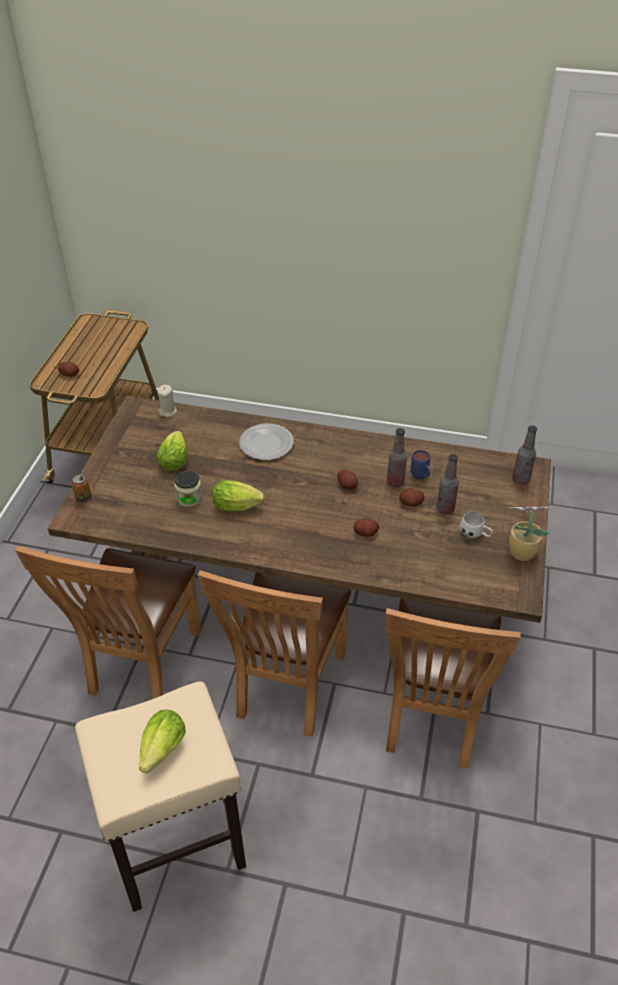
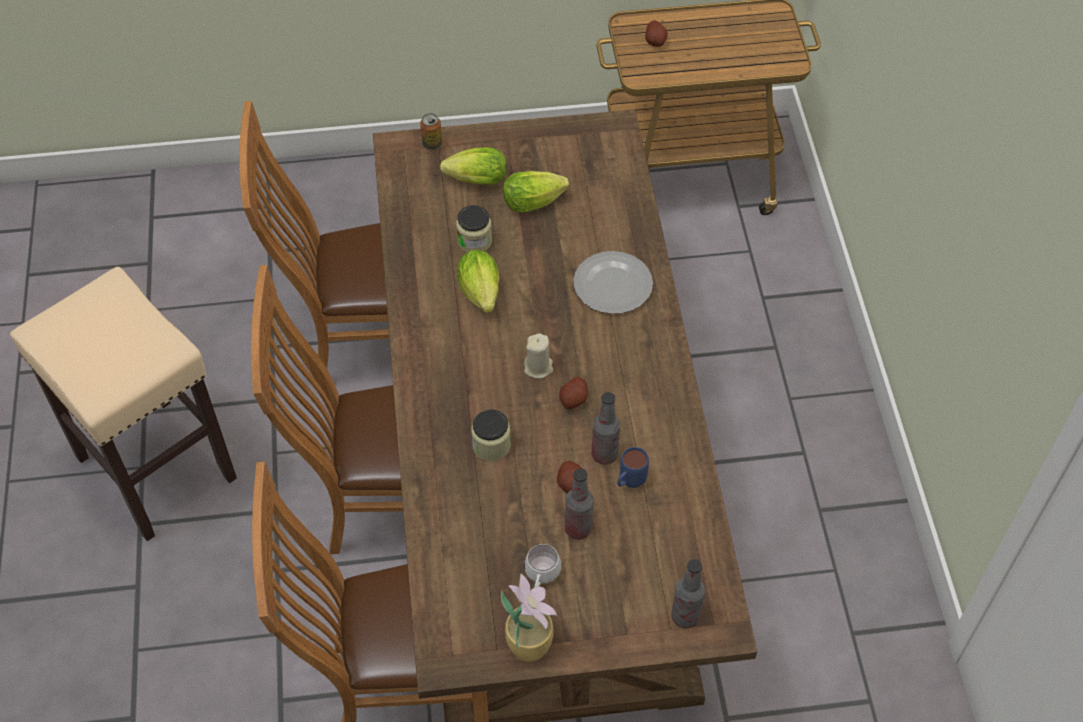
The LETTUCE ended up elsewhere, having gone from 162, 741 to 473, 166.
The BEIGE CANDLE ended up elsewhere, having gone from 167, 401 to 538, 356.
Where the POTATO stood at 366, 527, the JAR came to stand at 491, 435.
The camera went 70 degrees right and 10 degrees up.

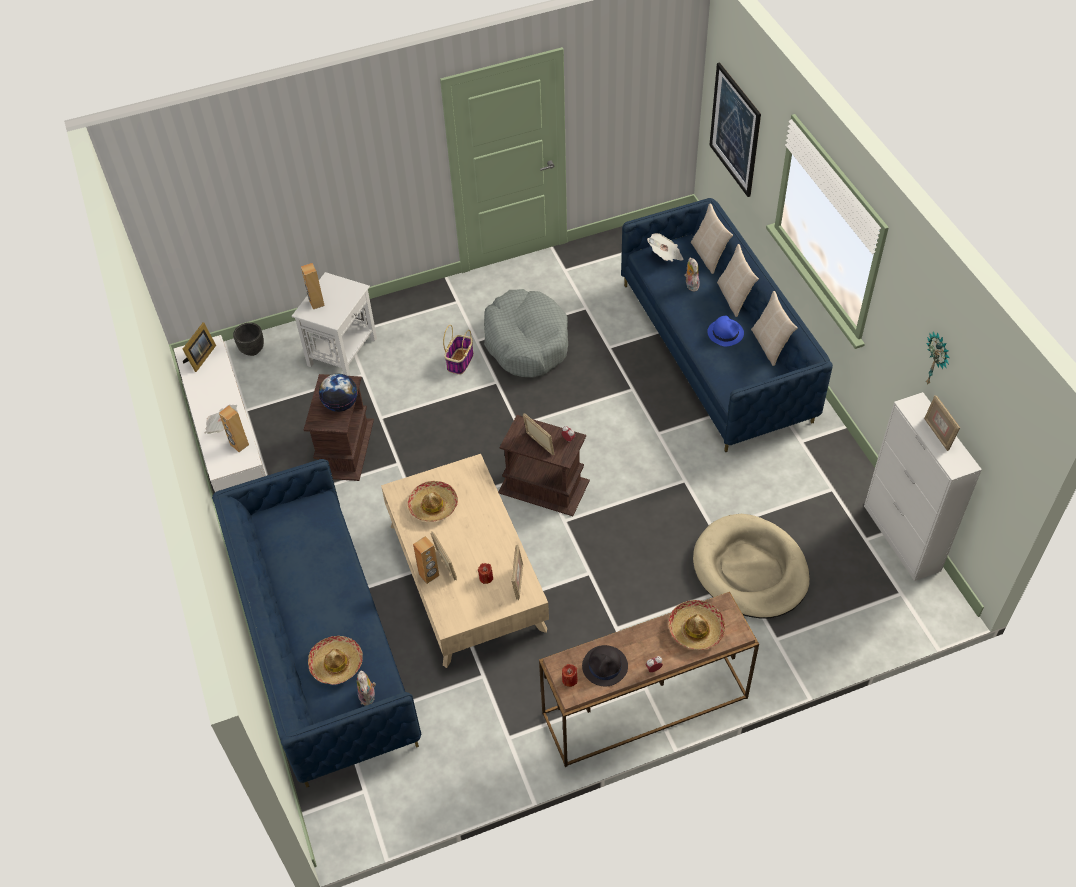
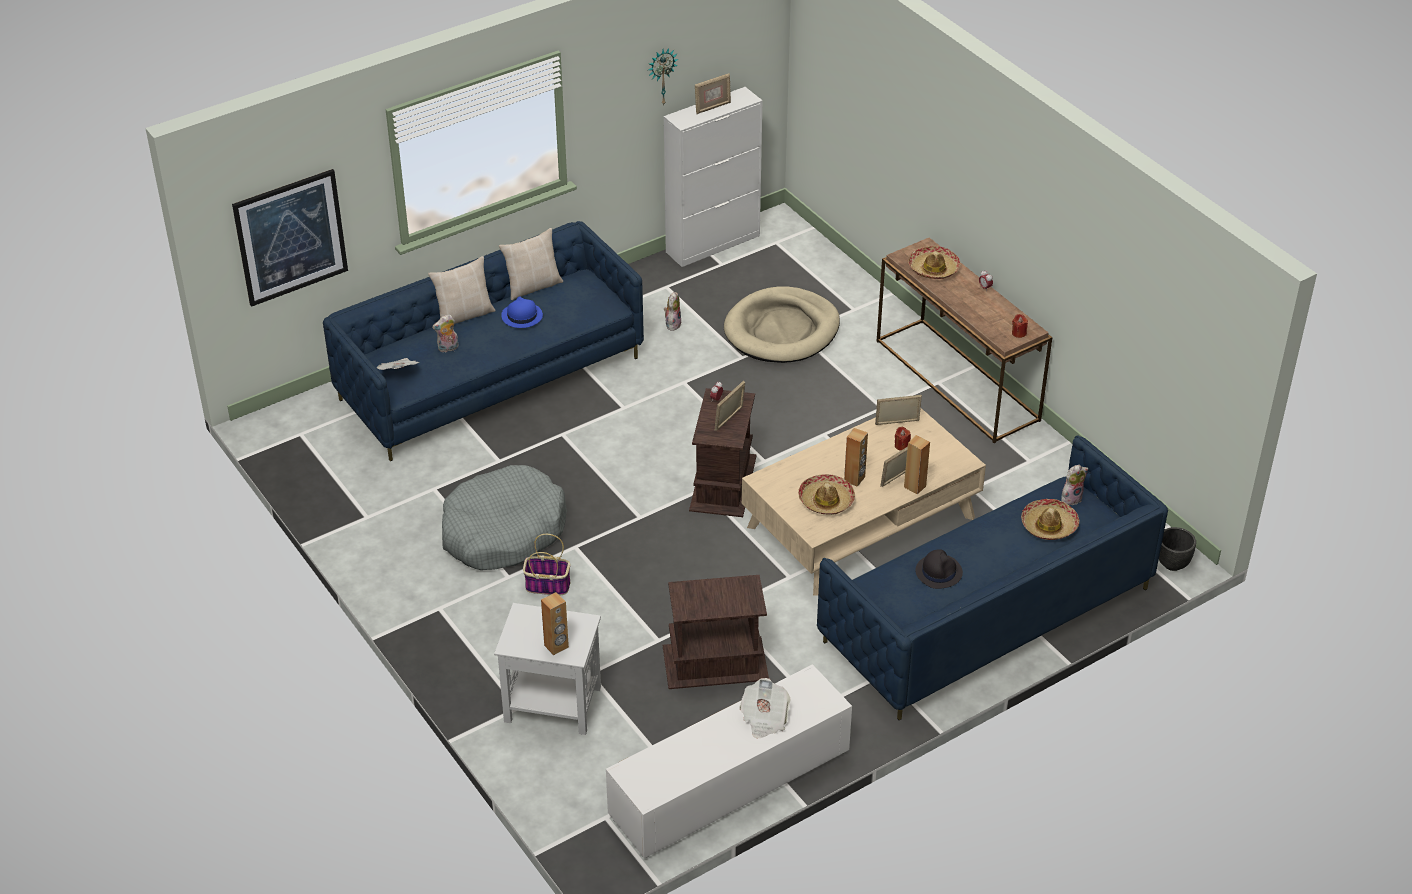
The second view lost the PICTURE FRAME at 199, 347.
The BROWN SPEAKER ended up elsewhere, having gone from 234, 429 to 856, 457.
The BLACK PLANTER ended up elsewhere, having gone from 248, 339 to 1177, 549.
The second view lost the GLOBE at 338, 393.
The BLACK HAT ended up elsewhere, having gone from 605, 665 to 939, 569.
The second view lost the BEIGE PILLOW at 712, 238.
The second view gained the PLUSH TOY at 673, 311.
The camera went 105 degrees left and 10 degrees down.

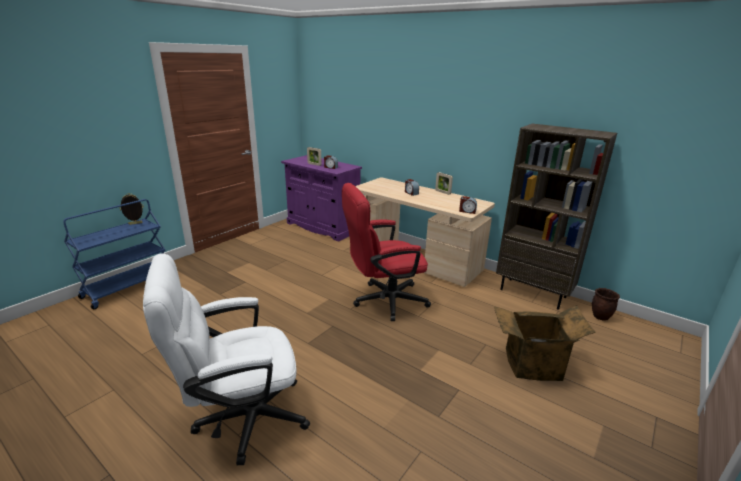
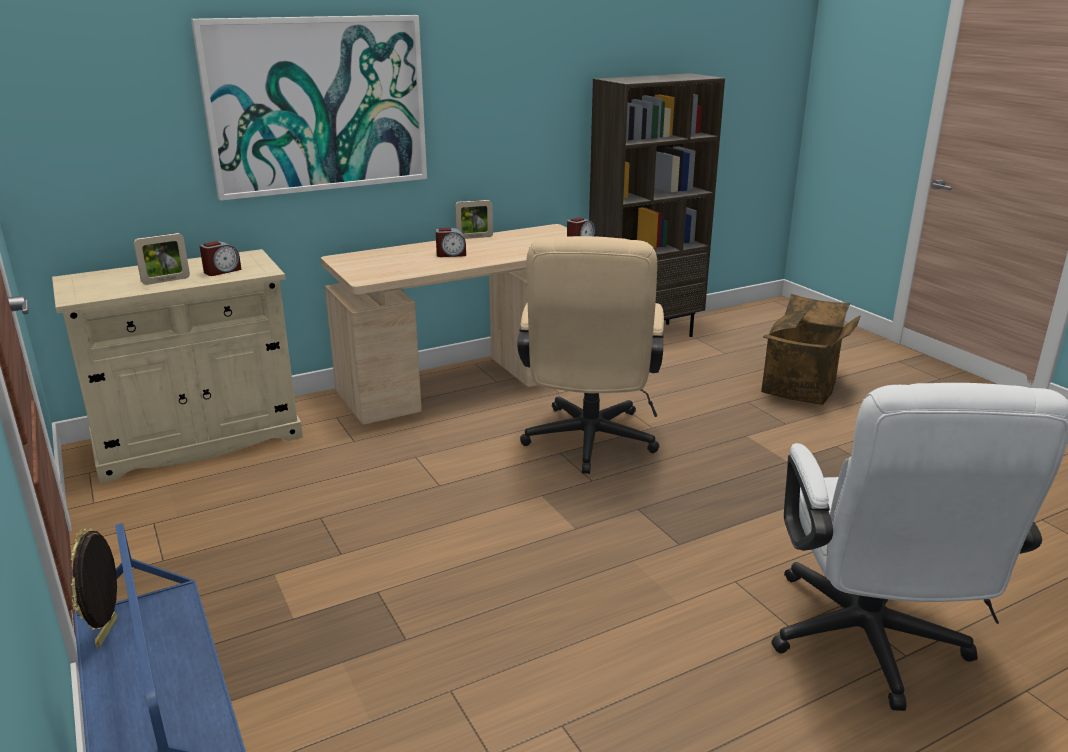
What was the PURPLE CABINET at 321, 198 turned into the BEIGE CABINET at 177, 366.
What was the RED OFFICE CHAIR at 386, 252 turned into the BEIGE OFFICE CHAIR at 590, 355.
The second view lost the BROWN PLANTER at 606, 304.
The second view gained the PICTURE at 309, 108.
The camera went 65 degrees left and 0 degrees up.

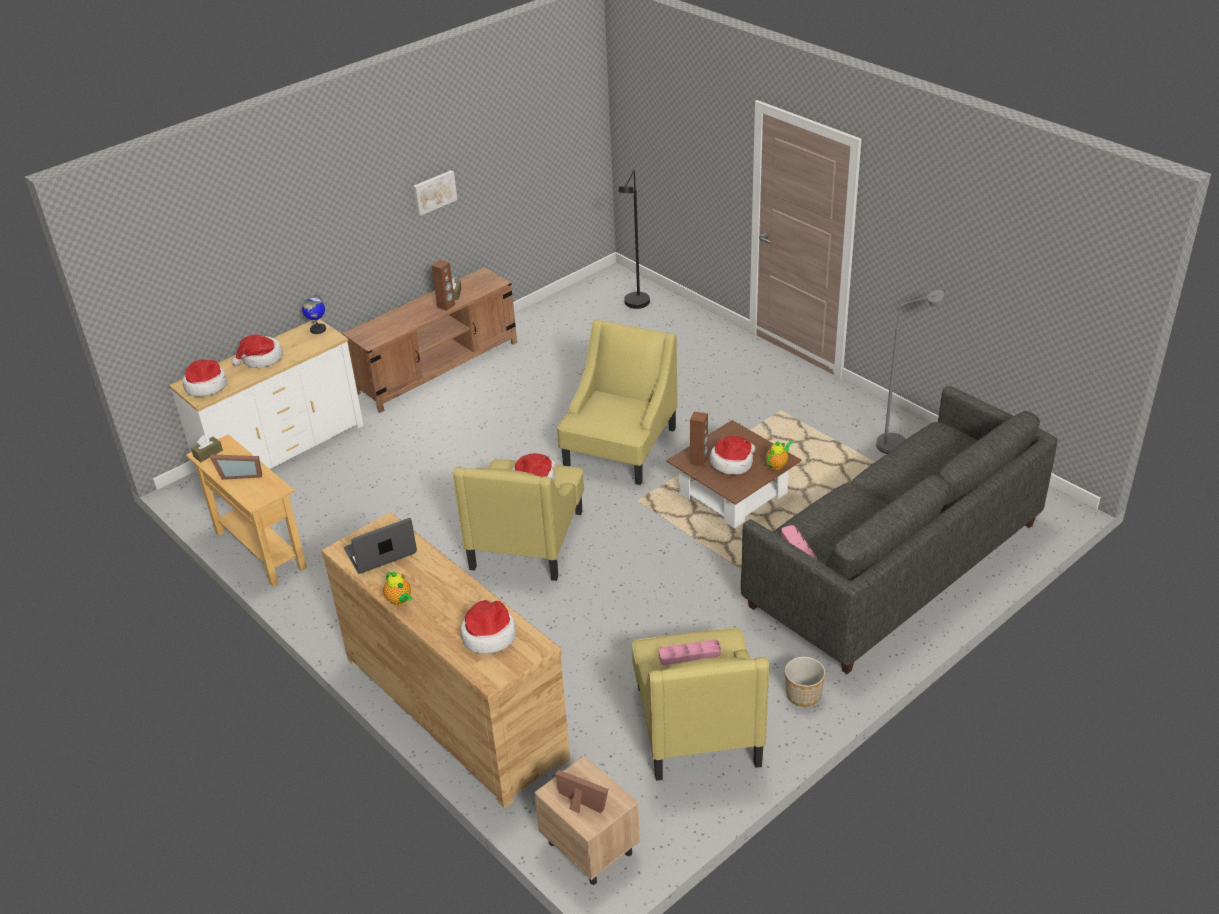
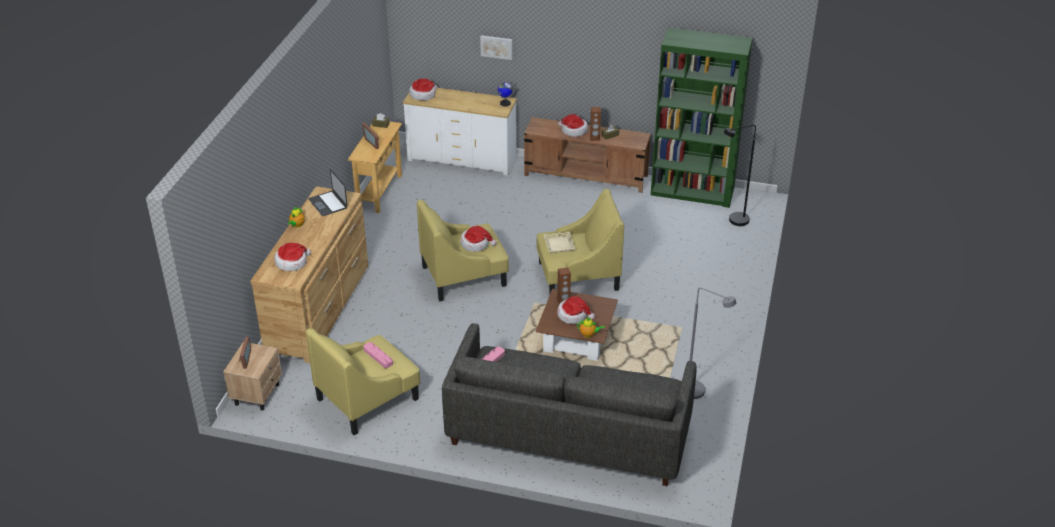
The HAT ended up elsewhere, having gone from 257, 351 to 573, 125.
The LAPTOP at 380, 545 ended up facing another way, 150 degrees counterclockwise from before.
The PICTURE ended up elsewhere, having gone from 435, 193 to 496, 47.
The second view lost the PLANTER at 805, 682.
The second view gained the BEIGE TRAY at 559, 242.
The second view gained the GREEN BOOKCASE at 702, 117.
The camera went 55 degrees right and 0 degrees up.

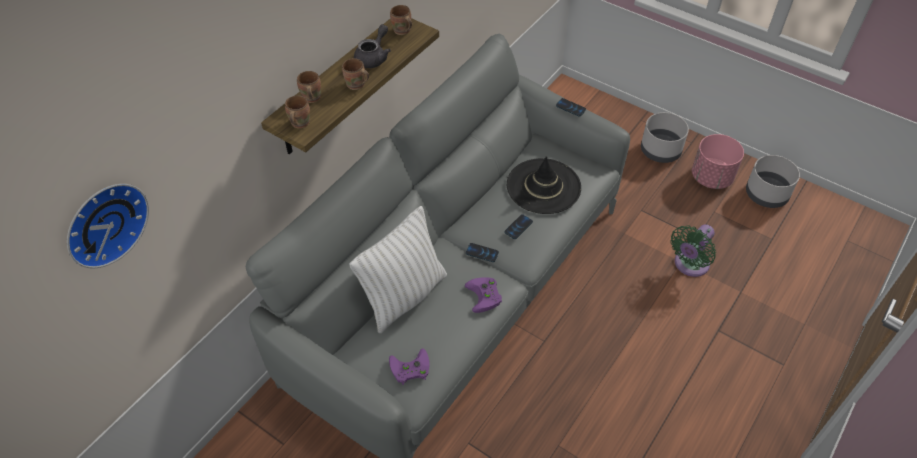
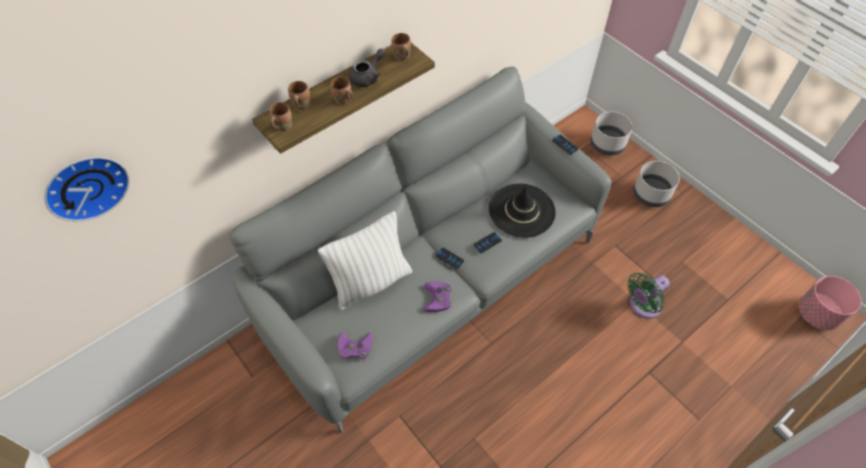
The PINK PLANTER ended up elsewhere, having gone from 718, 161 to 830, 303.
The GREY PLANTER ended up elsewhere, having gone from 773, 181 to 612, 134.
The camera went 15 degrees right and 5 degrees up.

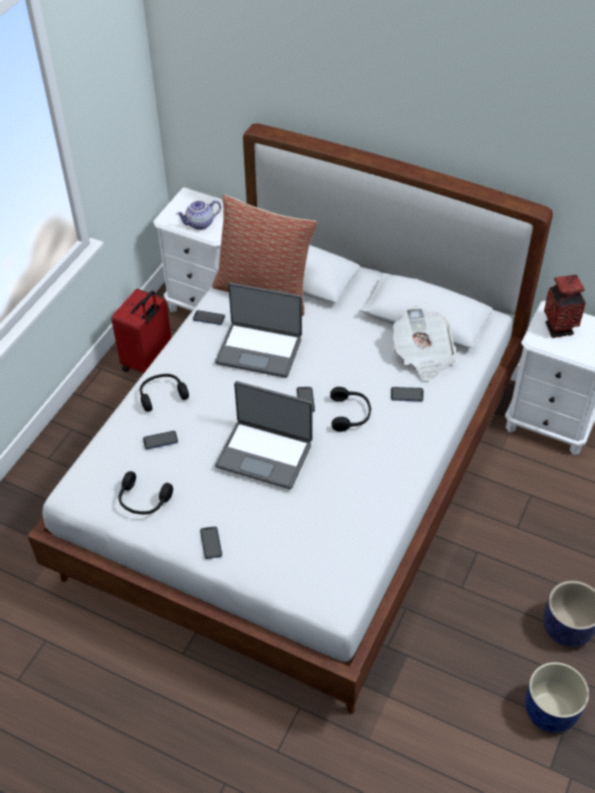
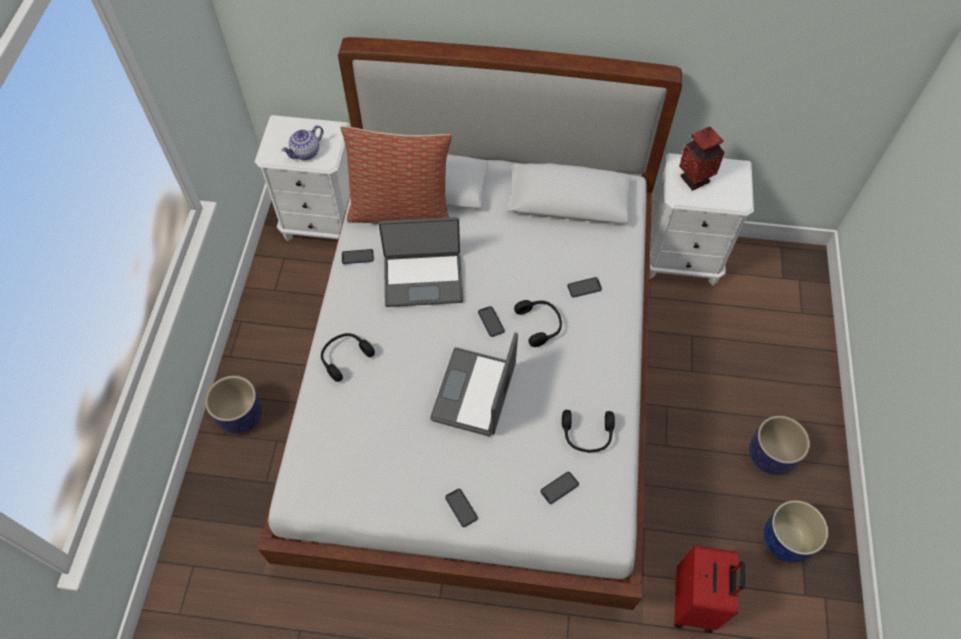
The RED SUITCASE ended up elsewhere, having gone from 141, 331 to 709, 589.
The BLACK HEADPHONES ended up elsewhere, having gone from 145, 492 to 588, 431.
The PHONE ended up elsewhere, having gone from 160, 440 to 559, 488.
The LAPTOP at 264, 435 ended up facing another way, 105 degrees clockwise from before.
The second view lost the NEWSPAPER at 424, 344.
The second view gained the PLANTER at 233, 405.
The camera went 20 degrees left and 10 degrees up.

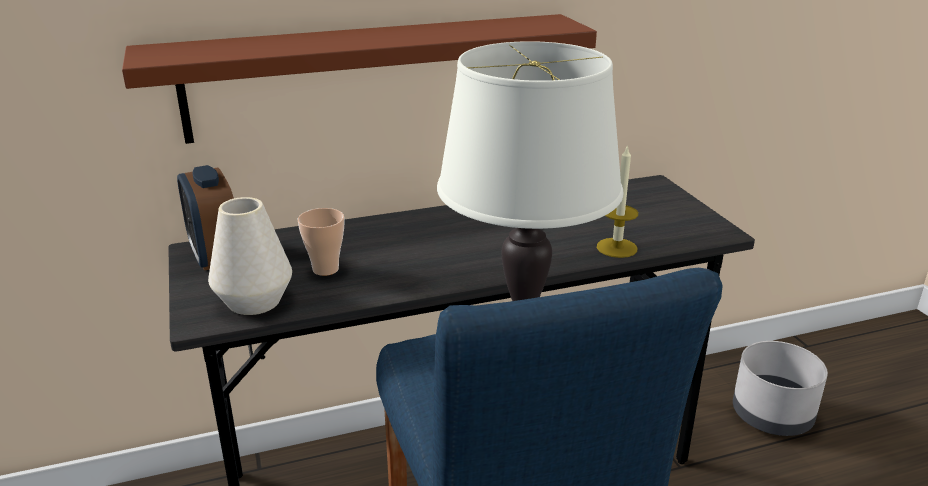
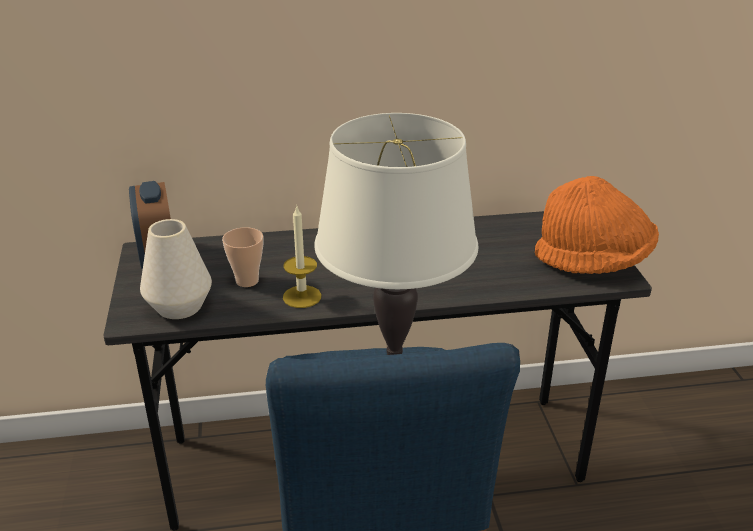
The second view lost the BROWN SHELF at 359, 79.
The CANDLE ended up elsewhere, having gone from 617, 201 to 302, 256.
The second view lost the GREY PLANTER at 780, 388.
The second view gained the ORANGE HAT at 597, 225.
The camera went 10 degrees right and 5 degrees up.

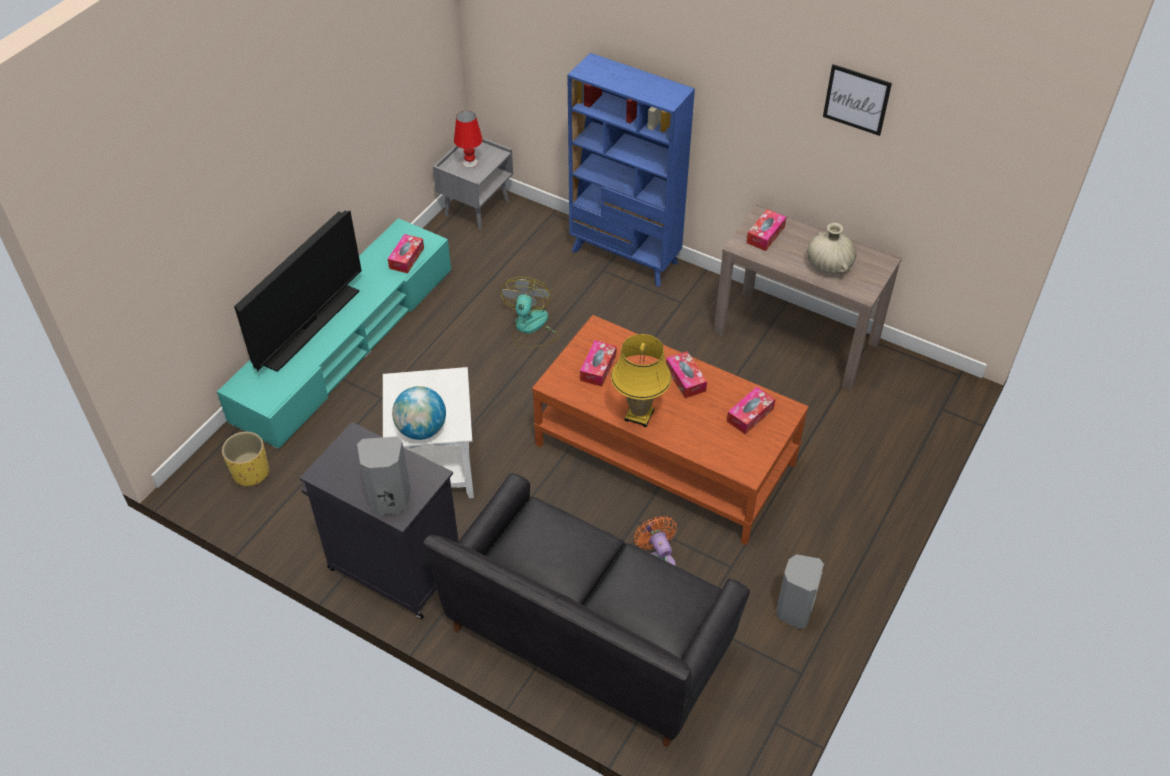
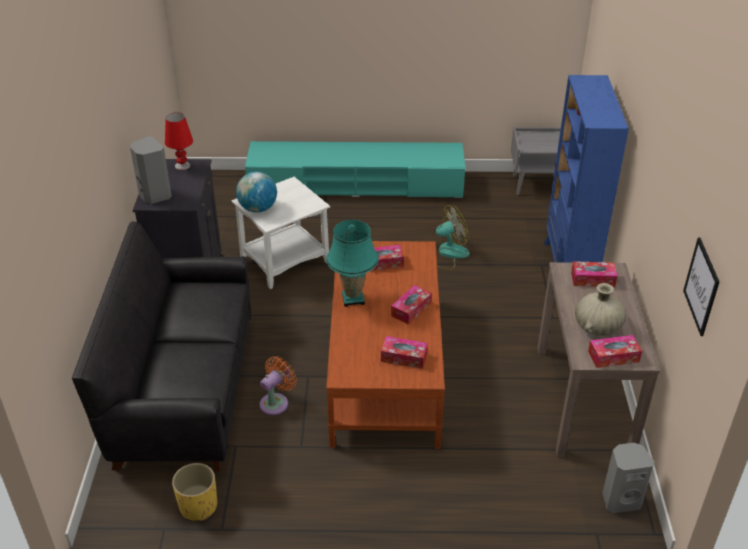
The YELLOW PLANTER ended up elsewhere, having gone from 245, 459 to 194, 492.
The second view lost the TELEVISION at 298, 291.
The TISSUE BOX ended up elsewhere, having gone from 406, 253 to 615, 351.
The RED TABLE LAMP ended up elsewhere, having gone from 468, 139 to 179, 141.
What was the YELLOW TABLE LAMP at 641, 380 turned into the TURQUOISE TABLE LAMP at 352, 263.
The GREY SPEAKER ended up elsewhere, having gone from 800, 591 to 628, 478.
The PICTURE ended up elsewhere, having gone from 857, 100 to 701, 286.
The camera went 60 degrees right and 10 degrees down.

